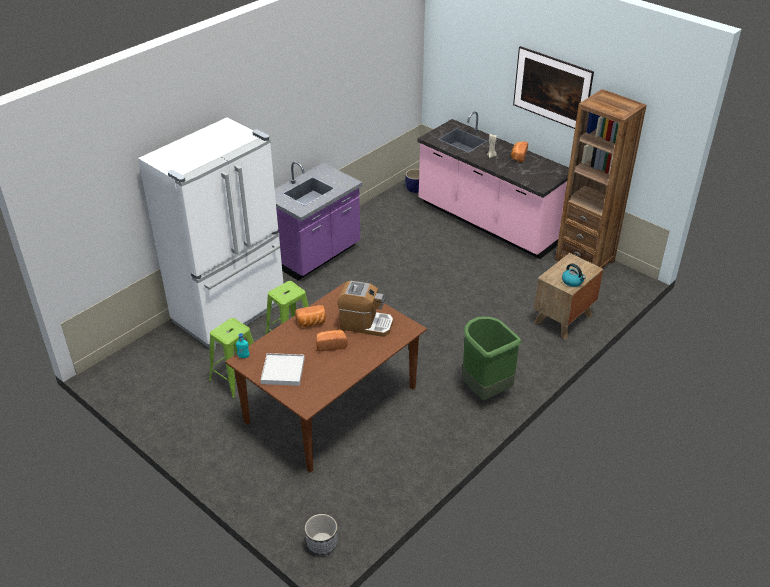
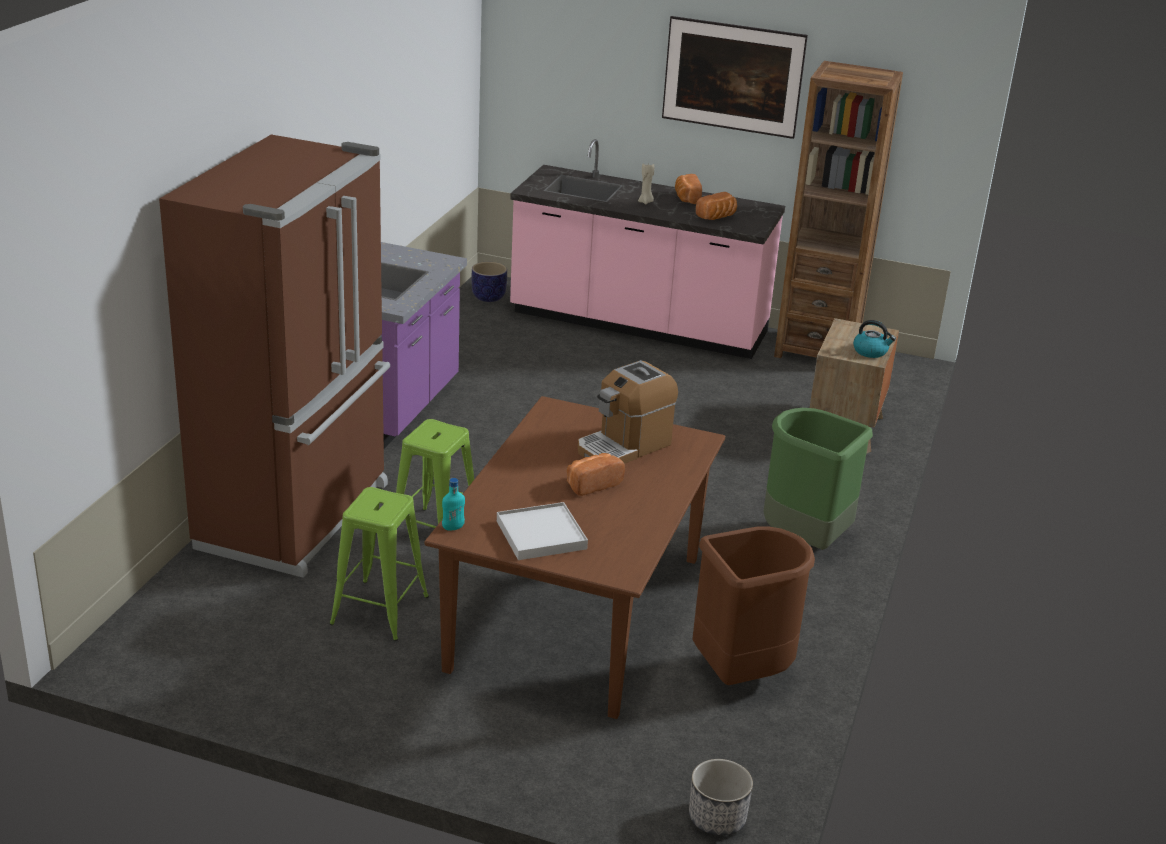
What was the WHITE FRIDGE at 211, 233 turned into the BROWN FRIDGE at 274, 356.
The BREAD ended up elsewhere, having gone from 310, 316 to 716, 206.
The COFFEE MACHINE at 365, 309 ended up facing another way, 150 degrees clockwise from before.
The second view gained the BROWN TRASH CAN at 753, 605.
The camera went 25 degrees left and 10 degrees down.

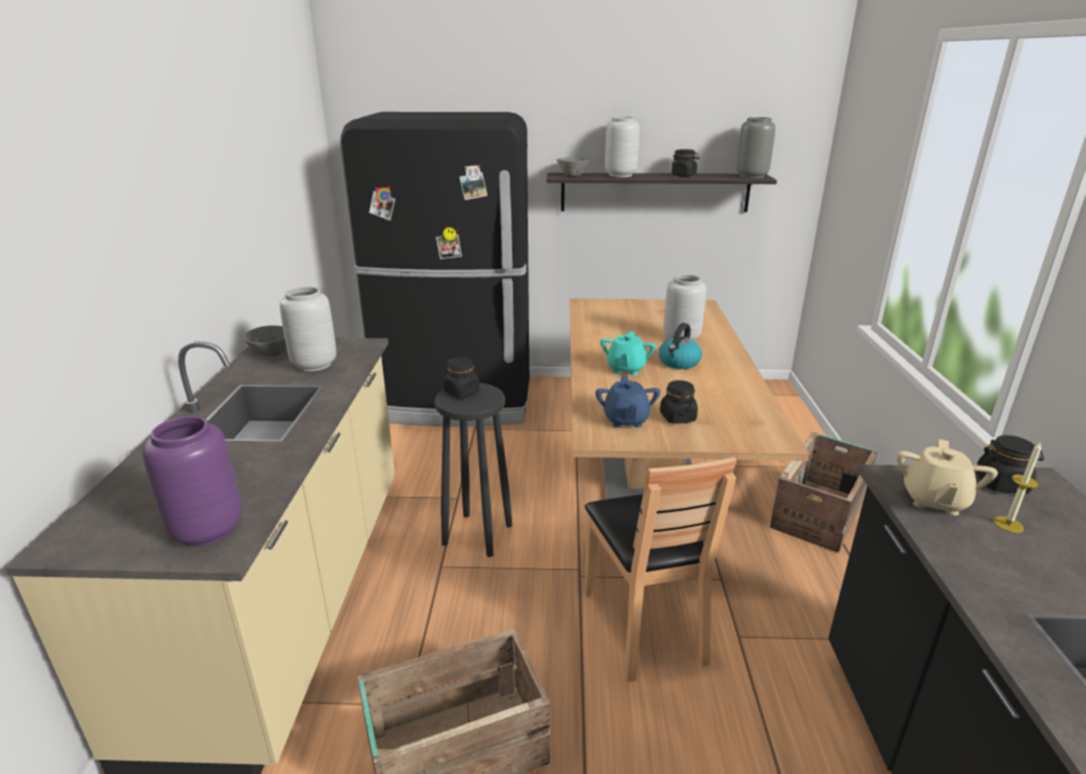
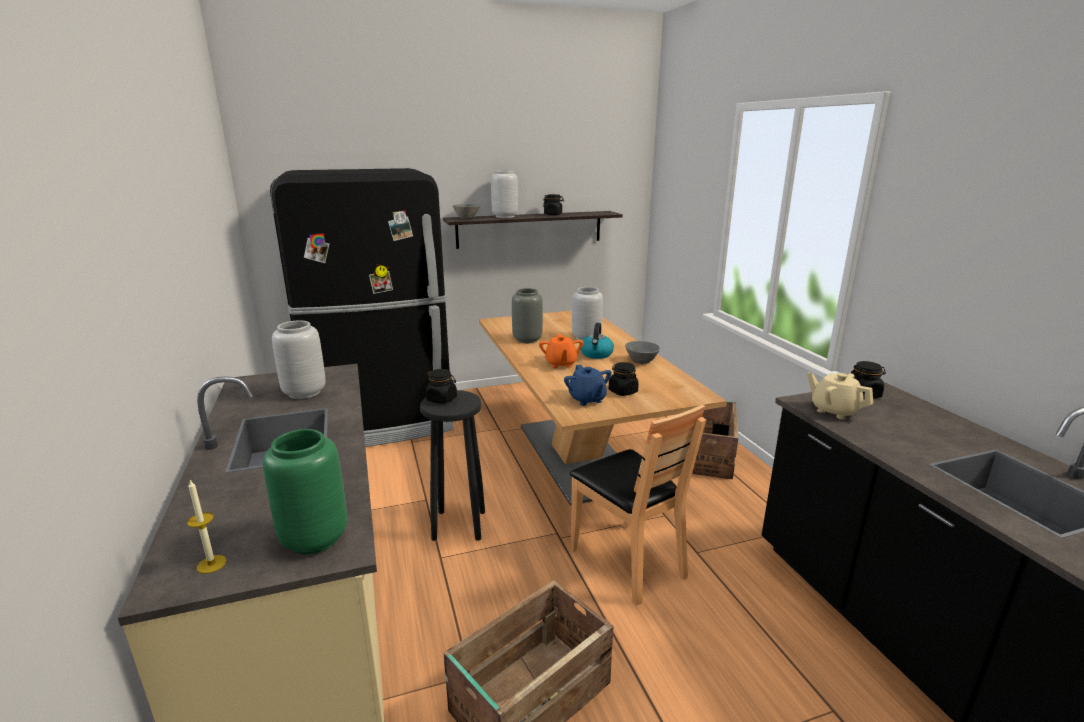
What was the PURPLE VASE at 192, 481 turned into the GREEN VASE at 305, 491.
The GREY BOWL ended up elsewhere, having gone from 265, 341 to 642, 352.
What was the TURQUOISE TEAPOT at 628, 353 turned into the ORANGE TEAPOT at 561, 351.
The GREY VASE ended up elsewhere, having gone from 756, 147 to 527, 315.
The BEIGE TEAPOT at 947, 477 ended up facing another way, 135 degrees clockwise from before.
The CANDLE ended up elsewhere, having gone from 1017, 487 to 207, 527.
The camera went 20 degrees left and 5 degrees down.

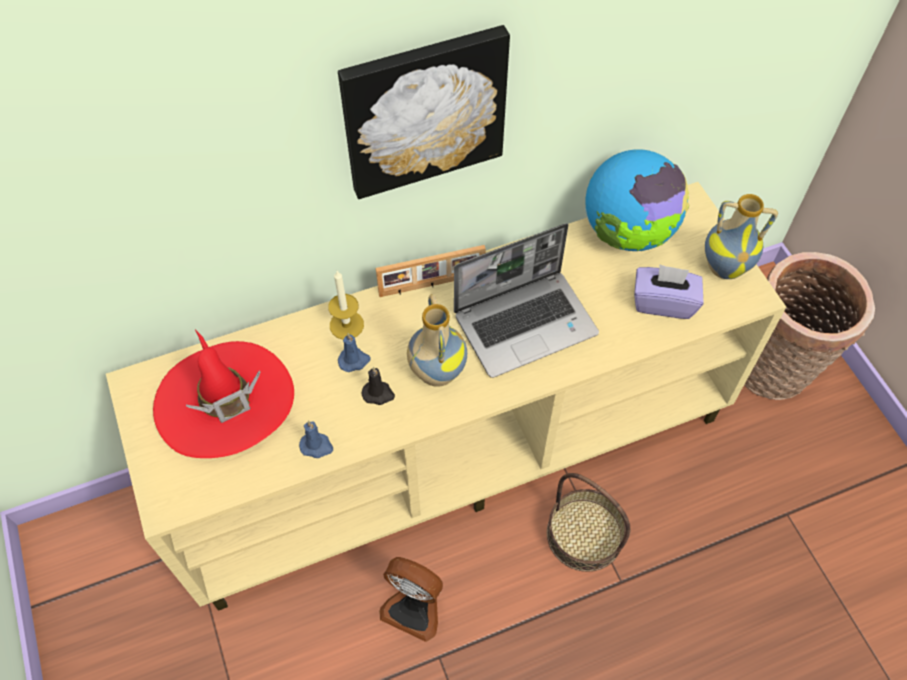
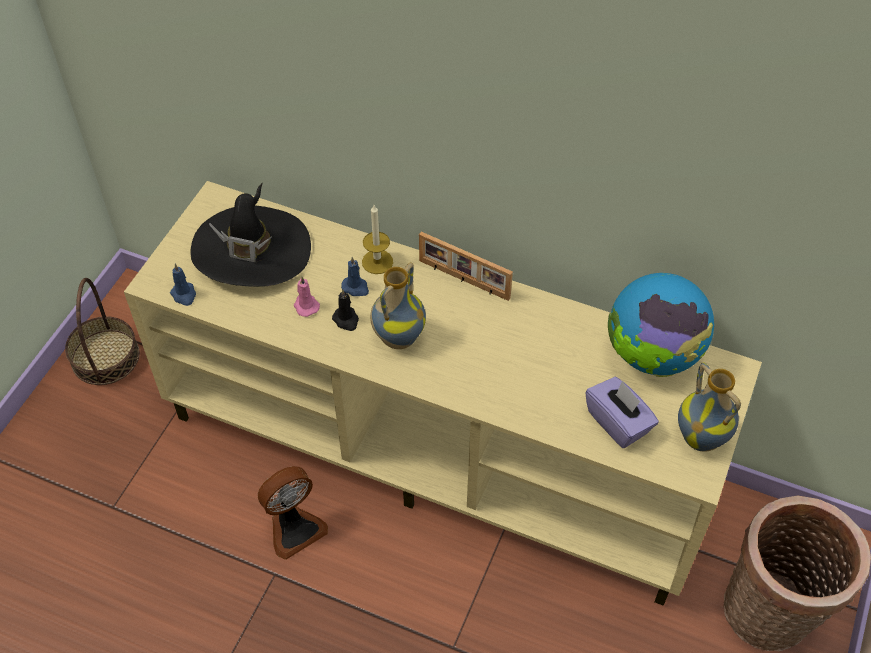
What was the RED HAT at 223, 394 turned into the BLACK HAT at 250, 234.
The BLUE CANDLE ended up elsewhere, having gone from 316, 439 to 183, 285.
The second view lost the PICTURE at 424, 112.
The FAN at 411, 599 ended up facing another way, 105 degrees counterclockwise from before.
The second view lost the LAPTOP at 526, 300.
The BASKET ended up elsewhere, having gone from 588, 522 to 102, 331.
The second view gained the PINK CANDLE at 307, 296.
The camera went 45 degrees right and 5 degrees down.

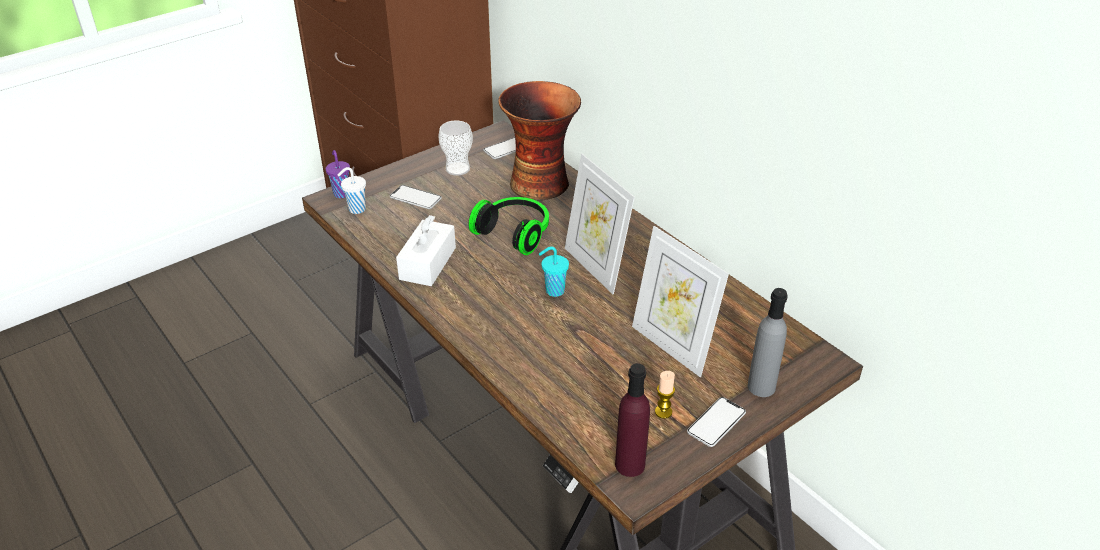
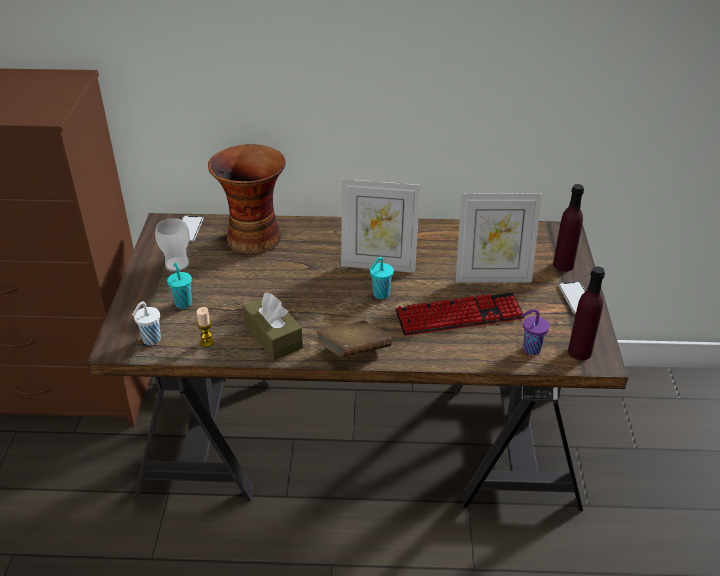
The PURPLE CUP ended up elsewhere, having gone from 338, 174 to 535, 332.
Where the PHONE stood at 416, 197, the TURQUOISE CUP came to stand at 179, 285.
What was the WHITE TISSUE BOX at 426, 250 turned into the BROWN TISSUE BOX at 273, 326.
The second view lost the HEADPHONES at 509, 226.
The CANDLE ended up elsewhere, having gone from 665, 395 to 205, 327.
What was the GREY BOTTLE at 768, 342 turned into the PURPLE BOTTLE at 568, 228.
The second view gained the BROWN BOOK at 354, 338.
The second view gained the KEYBOARD at 460, 314.
The camera went 50 degrees left and 0 degrees up.

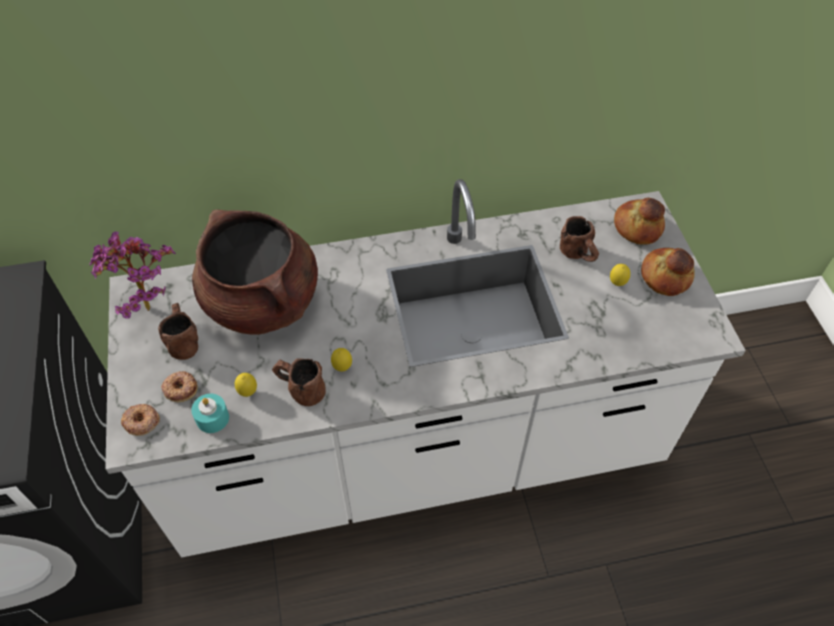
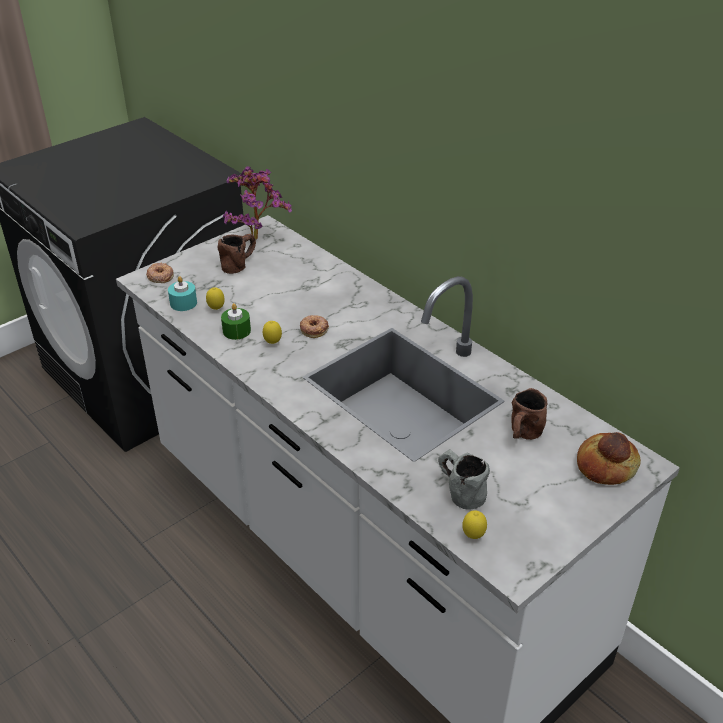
The DONUT ended up elsewhere, having gone from 179, 386 to 314, 326.
The second view lost the BROWN COOKING POT at 255, 272.
Where the BROWN MUG stood at 299, 382, the GREEN CANDLE came to stand at 236, 321.
The LEMON ended up elsewhere, having gone from 620, 275 to 474, 524.
The second view lost the BREAD at 668, 272.
The second view gained the GREY MUG at 464, 479.
The camera went 60 degrees right and 15 degrees down.

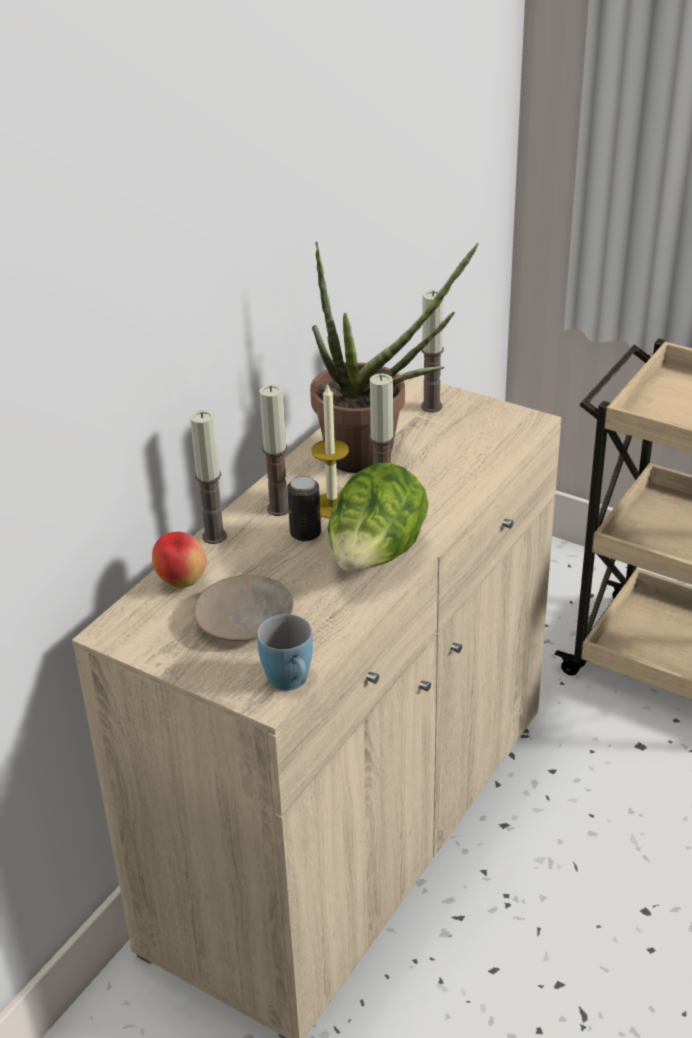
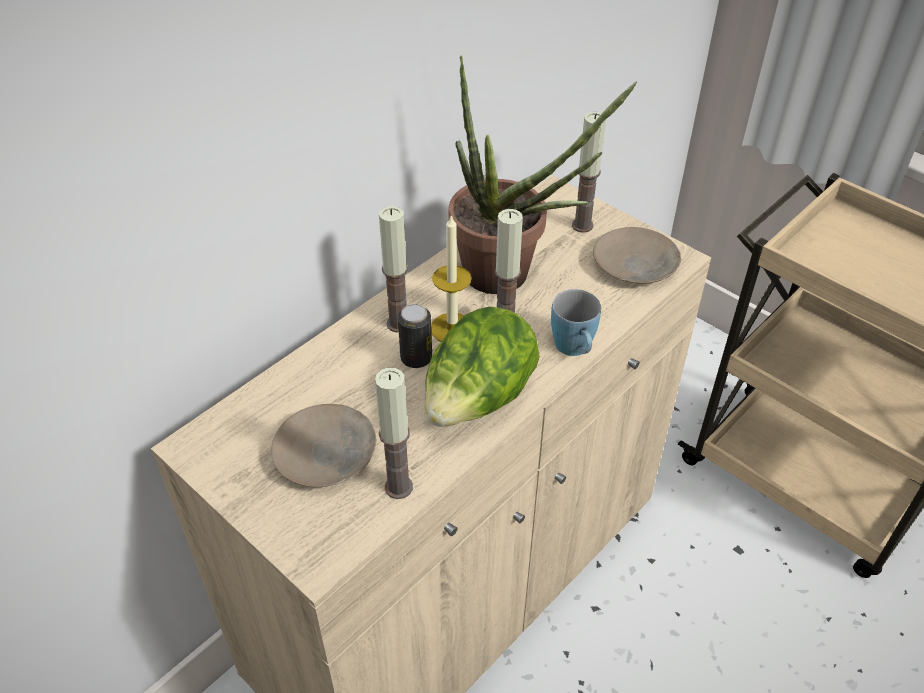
The second view lost the APPLE at 179, 560.
The CANDLE ended up elsewhere, having gone from 208, 477 to 394, 433.
The BLUE MUG ended up elsewhere, having gone from 285, 652 to 576, 322.
The second view gained the BEIGE PLATE at 637, 255.
The camera went 10 degrees right and 10 degrees up.

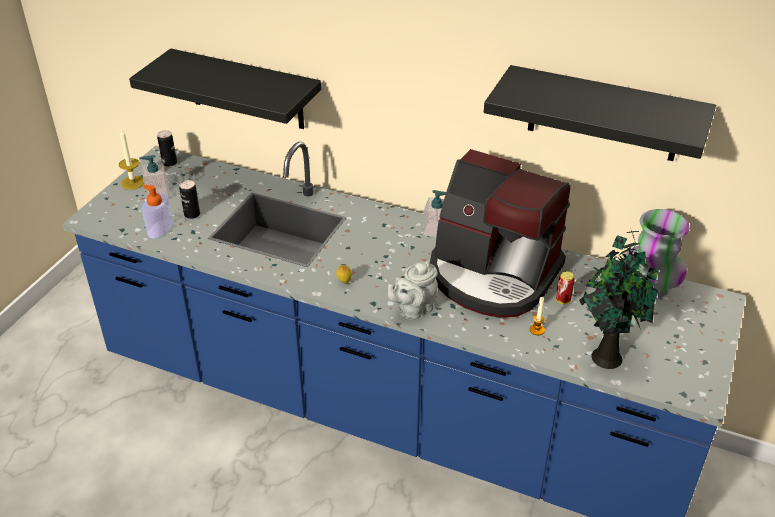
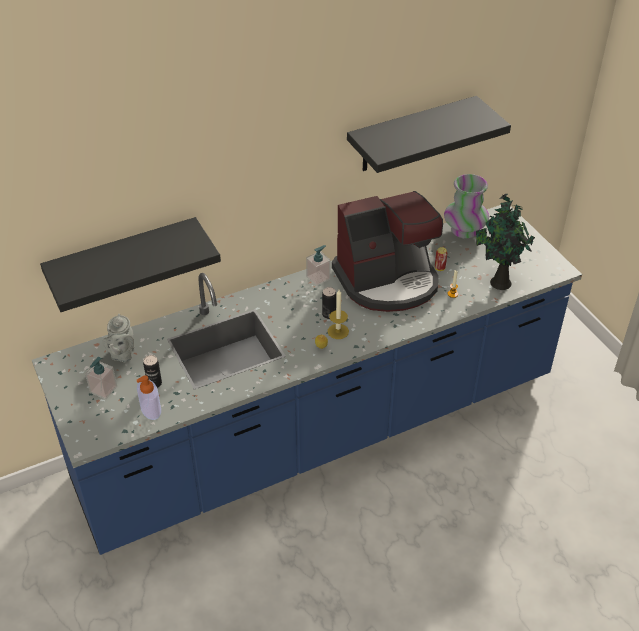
The CANDLE ended up elsewhere, having gone from 131, 159 to 338, 314.
The CAN ended up elsewhere, having gone from 167, 148 to 329, 303.
The GREY TEAPOT ended up elsewhere, having gone from 413, 290 to 118, 338.
The camera went 50 degrees left and 5 degrees up.

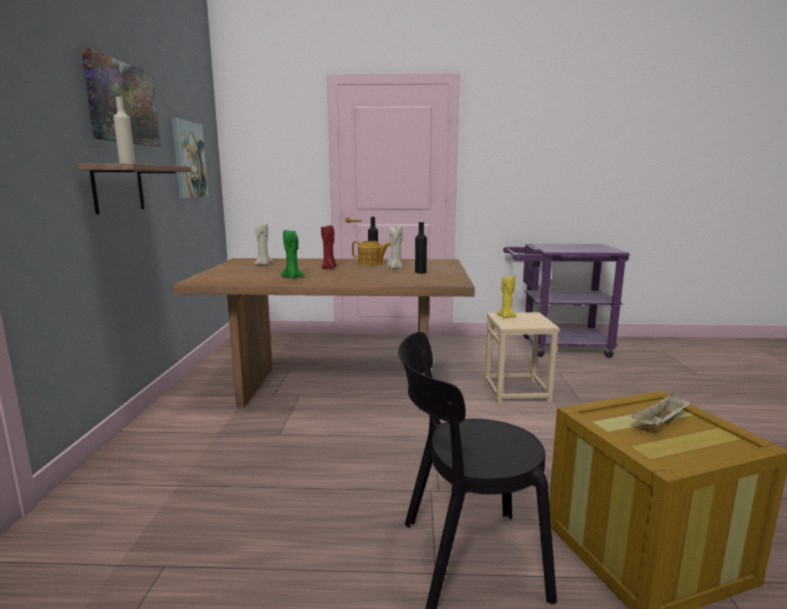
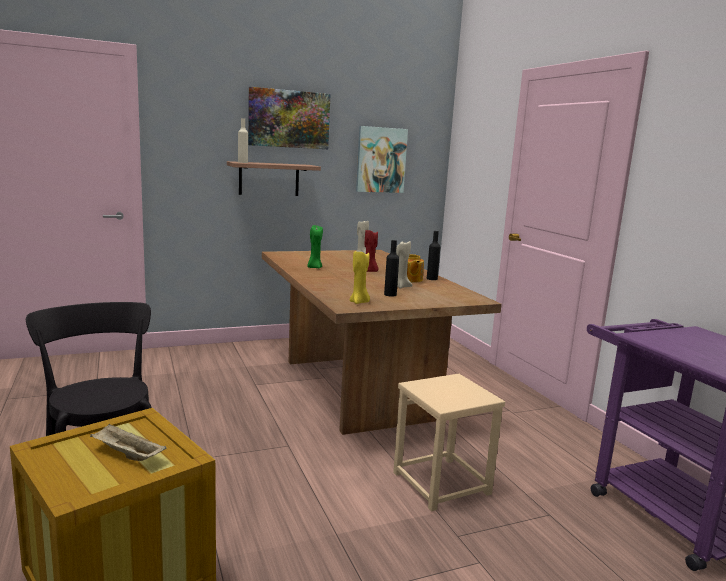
The YELLOW CANDLE ended up elsewhere, having gone from 506, 297 to 359, 277.
The camera went 65 degrees right and 0 degrees up.

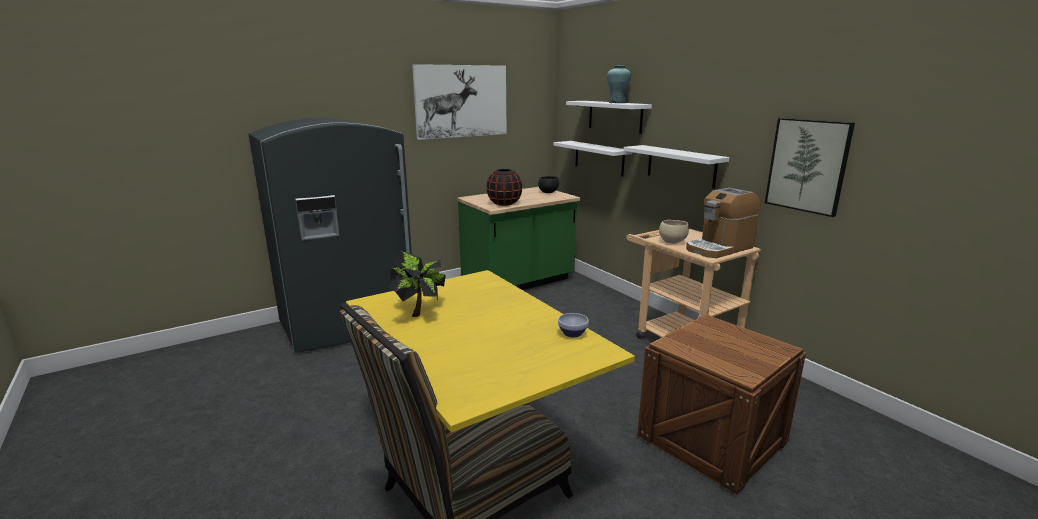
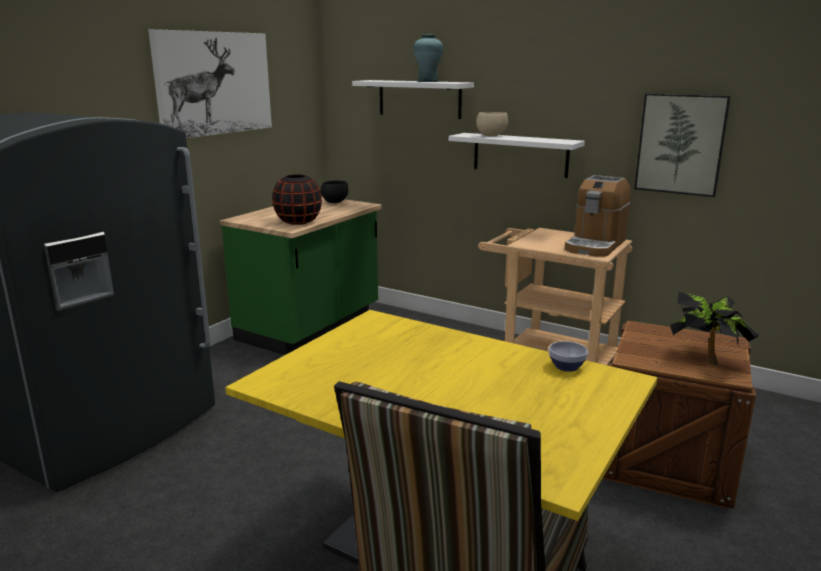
The POTTED PLANT ended up elsewhere, having gone from 417, 283 to 715, 328.
The second view lost the WHITE SHELF at 592, 158.
The BEIGE BOWL ended up elsewhere, having gone from 674, 232 to 492, 124.
The camera went 25 degrees left and 0 degrees up.

